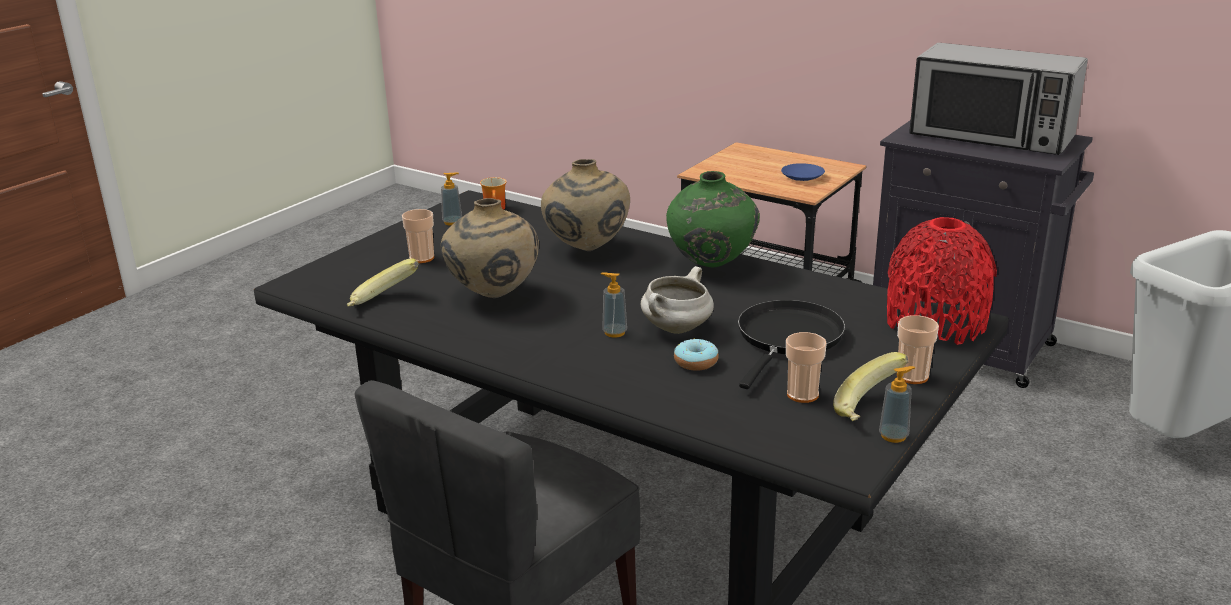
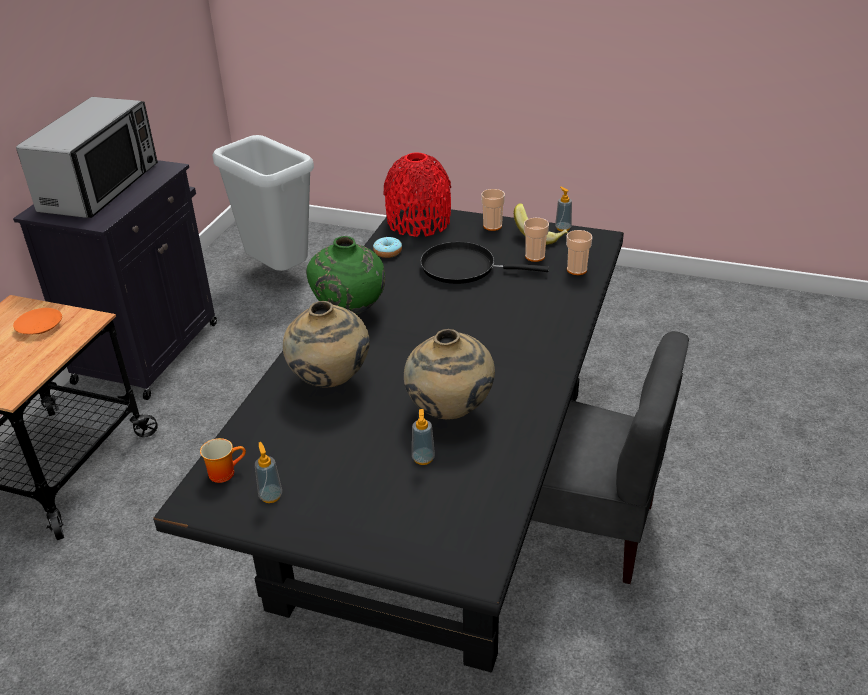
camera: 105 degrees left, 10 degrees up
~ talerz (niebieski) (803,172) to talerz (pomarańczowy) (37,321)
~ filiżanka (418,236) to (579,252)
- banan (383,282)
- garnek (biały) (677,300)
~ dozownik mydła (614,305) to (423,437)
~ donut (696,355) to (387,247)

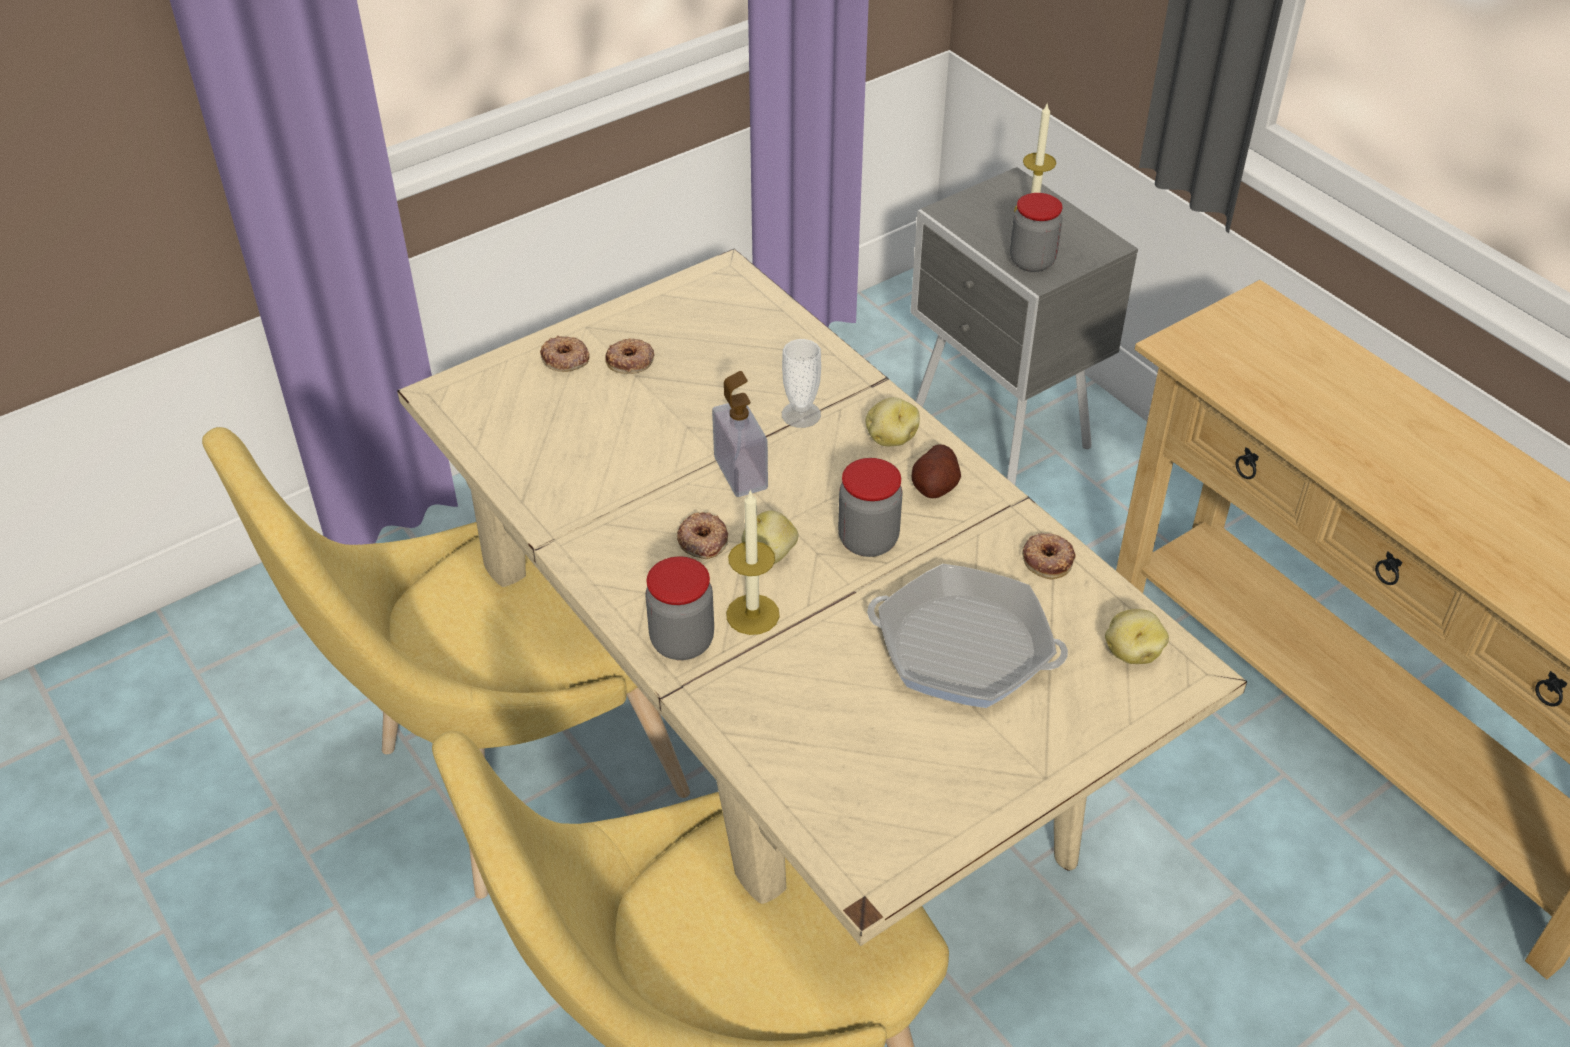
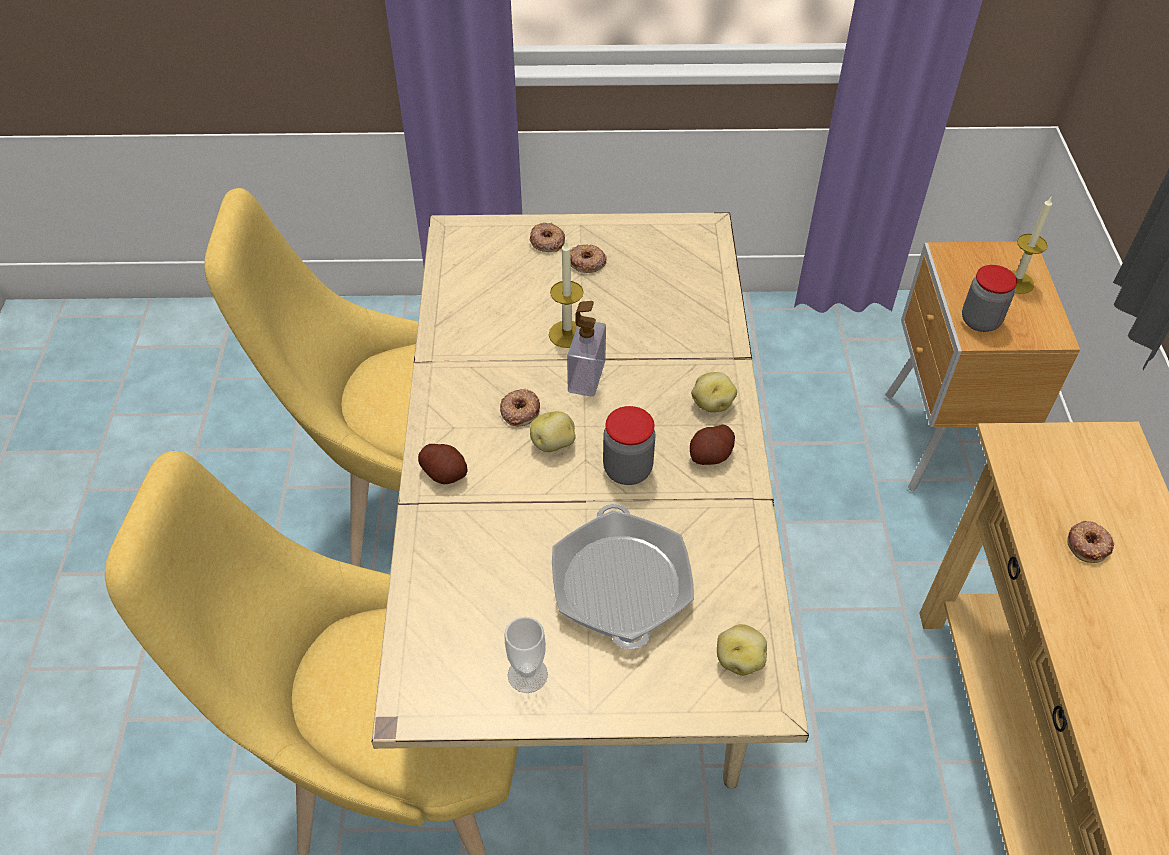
camera: 35 degrees right, 5 degrees up
~ szafka nocna (szary) (1024,326) to szafka nocna (brązowy) (982,366)
~ filiżanka (801,383) to (526,655)
~ świeca (753,562) to (566,295)
~ donut (1049,556) to (1091,541)
~ słoik (679,608) to ziemniak (442,464)
~ patelnia (967,636) = (623,576) 150 degrees counterclockwise

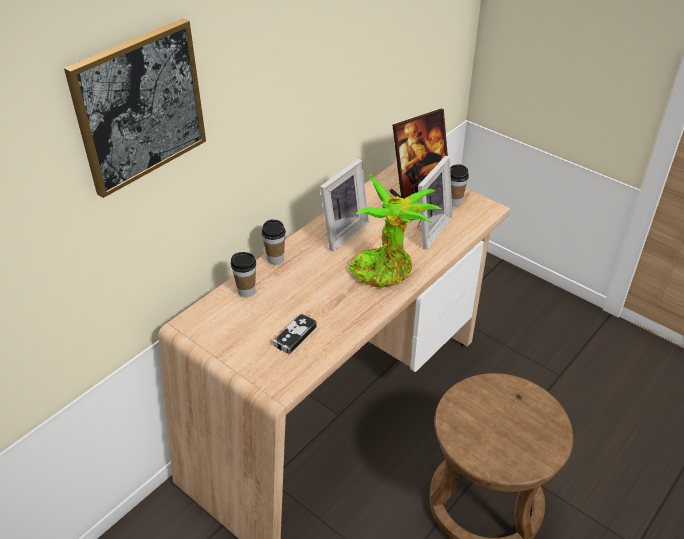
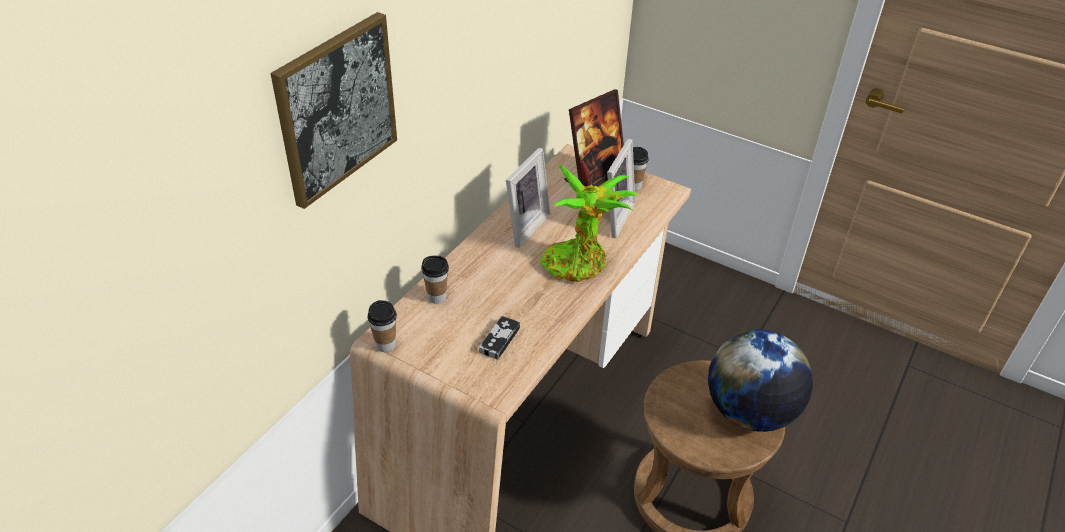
camera: 10 degrees left, 0 degrees up
~ filiżanka (274,241) to (382,326)
+ globus (760,380)

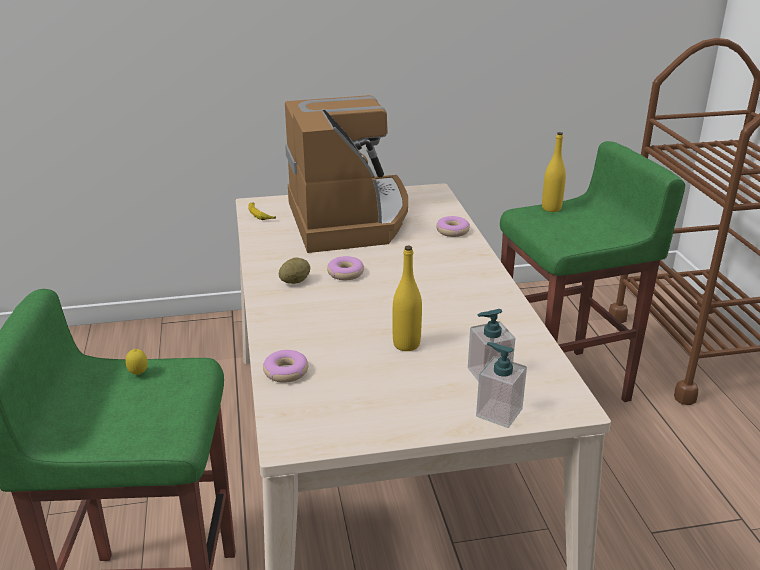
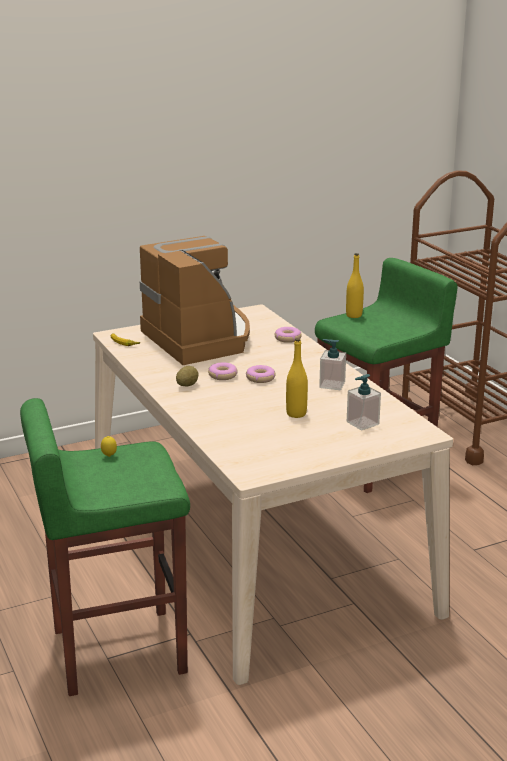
camera: 15 degrees left, 5 degrees down
~ dozownik mydła (501,385) to (332,364)
~ donut (285,366) to (261,374)

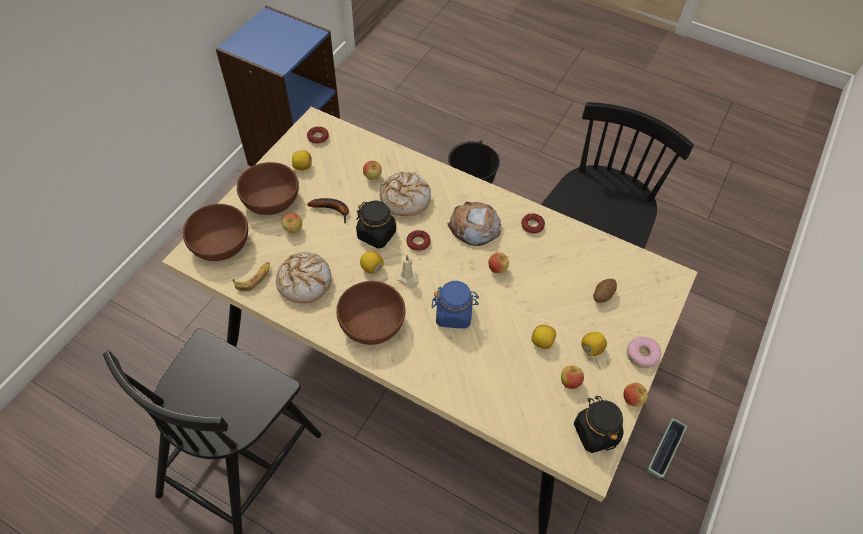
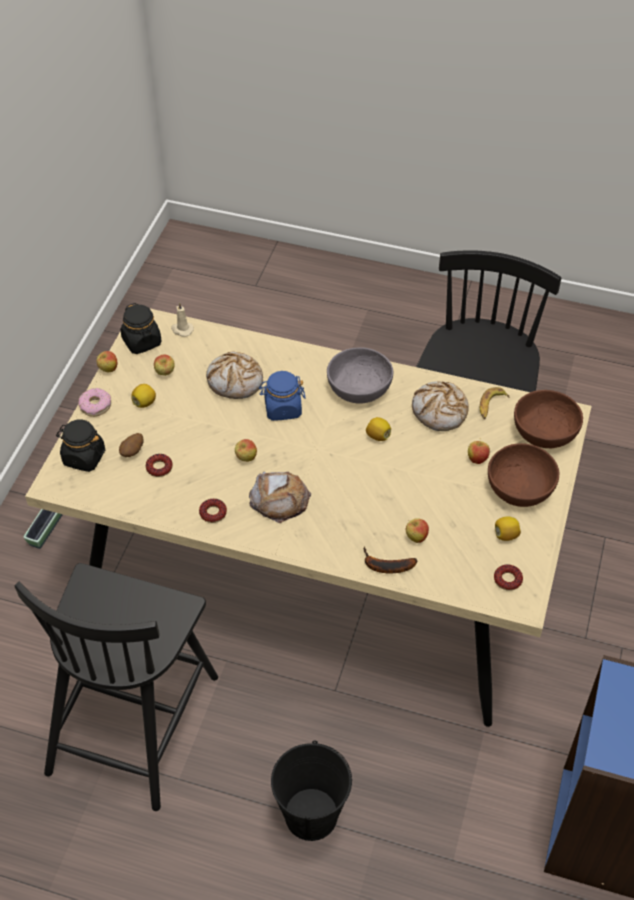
camera: 170 degrees right, 5 degrees down
~ chleb (405,194) to (234,375)
~ banan (328,210) to (390,560)
~ słoik (czarny) (376,225) to (80,445)
~ donut (419,240) to (159,465)
~ świeca (beżowy) (407,270) to (182,319)
~ miska (brązowy) (371,313) to miska (szary) (360,375)
- cytryna (543,337)

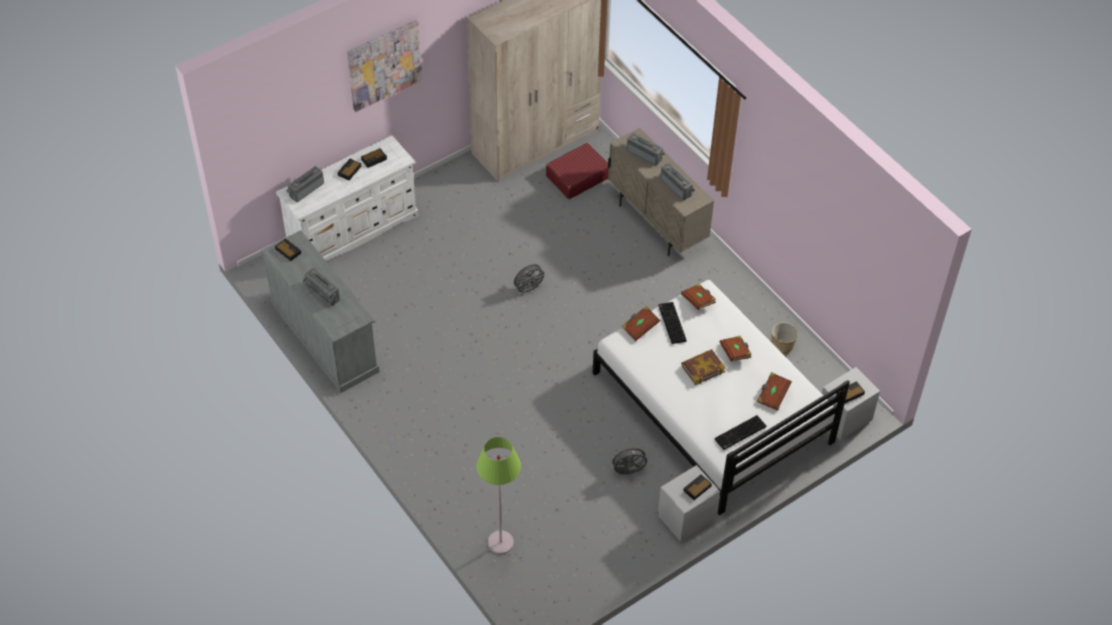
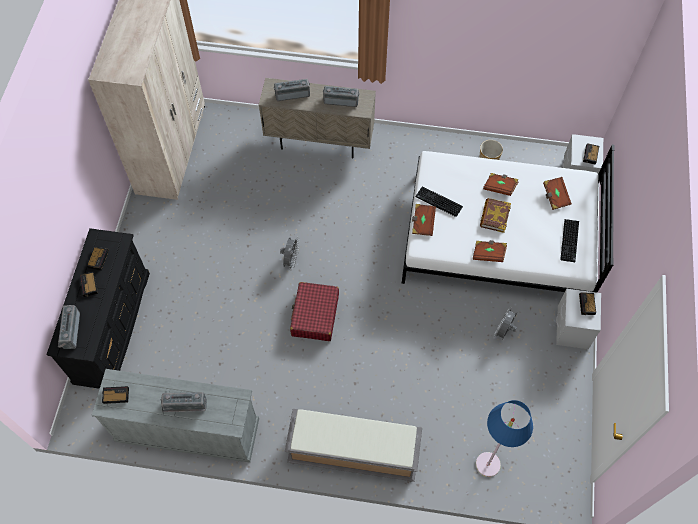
camera: 45 degrees left, 10 degrees up
- obraz (384,66)
~ komoda (biały) (347,198) to komoda (czarny) (98,308)
~ walizka (czerwony) (577,171) to (314,311)
~ książka (brązowy) (698,297) to (490,251)
~ lampa stojąca (zielony) (498,495) to lampa stojąca (niebieski) (504,438)
+ ławka (szary) (353,445)

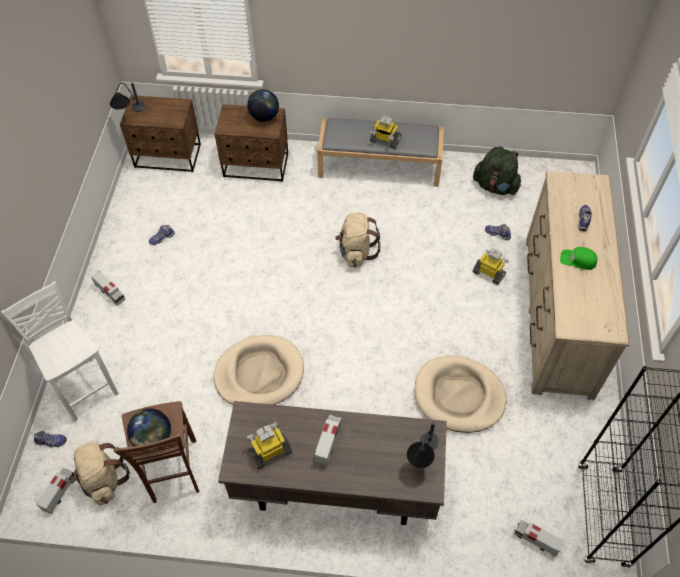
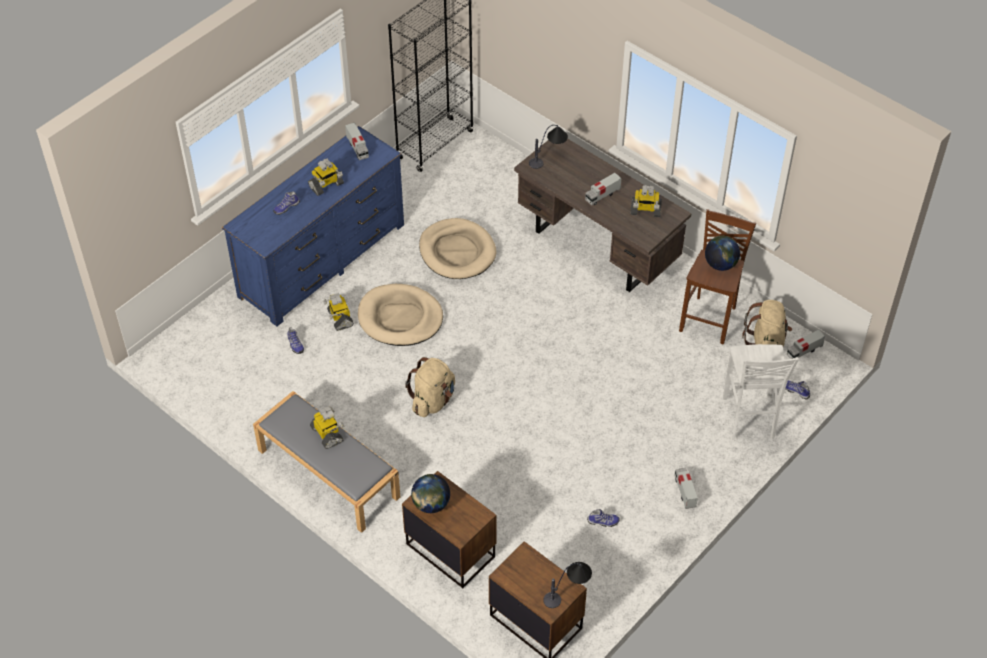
camera: 145 degrees left, 5 degrees down
- plecak (zielony) (497,170)
~ komoda (beżowy) (577,285) to komoda (niebieski) (313,226)
~ czapka z daszkiem (zielony) (579,258) to robot zabawkowy (326,177)
~ legowisko (beżowy) (259,370) to (400,315)
~ ciężarówka zabawkowa (539,538) to (357,141)

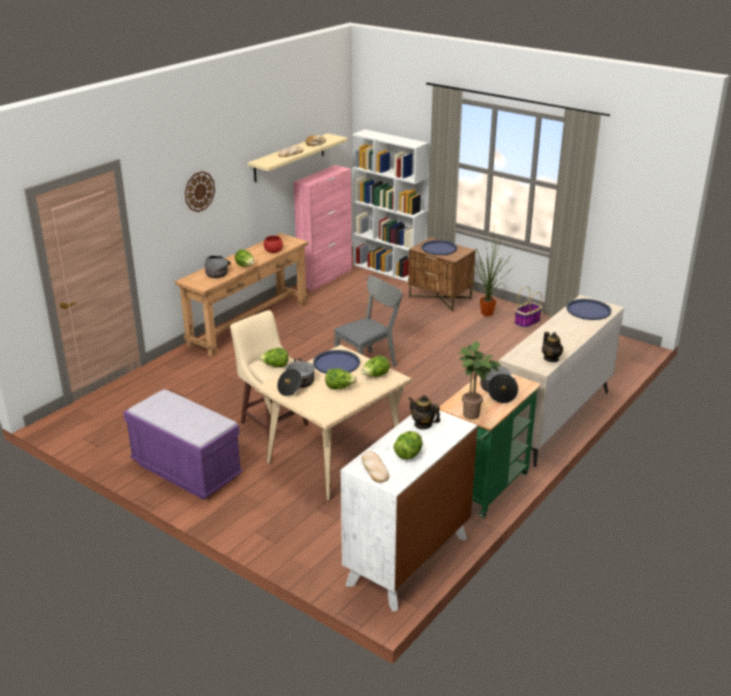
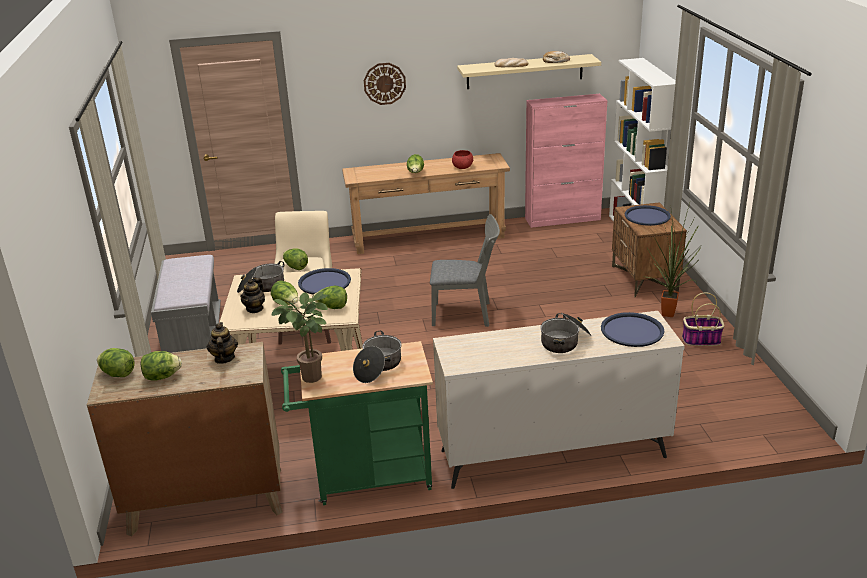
camera: 45 degrees right, 0 degrees up
~ garnek (217,267) to (565,333)
~ imbryk (552,347) to (252,295)
~ ławka (fioletowy) (183,444) to ławka (szary) (186,304)
~ komoda (biały) (409,511) to komoda (brązowy) (185,439)
~ chleb (375,467) to sałata (116,362)

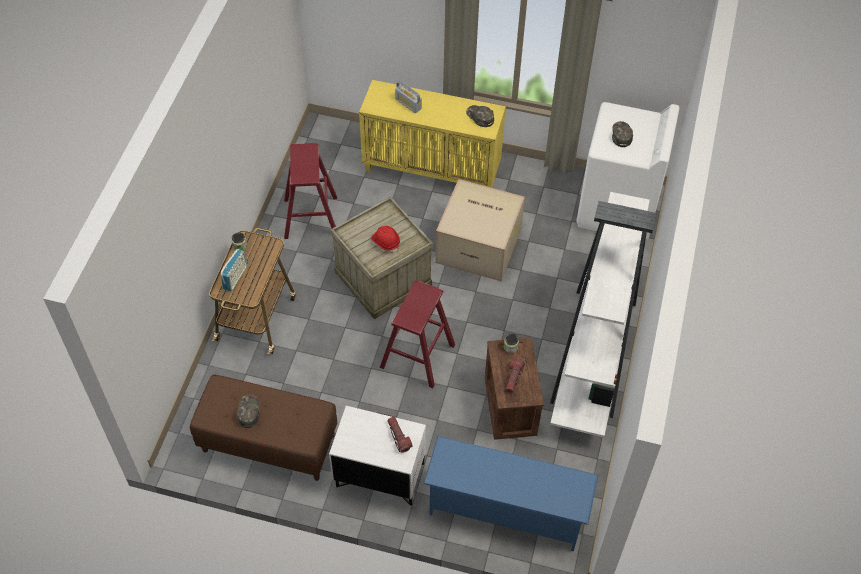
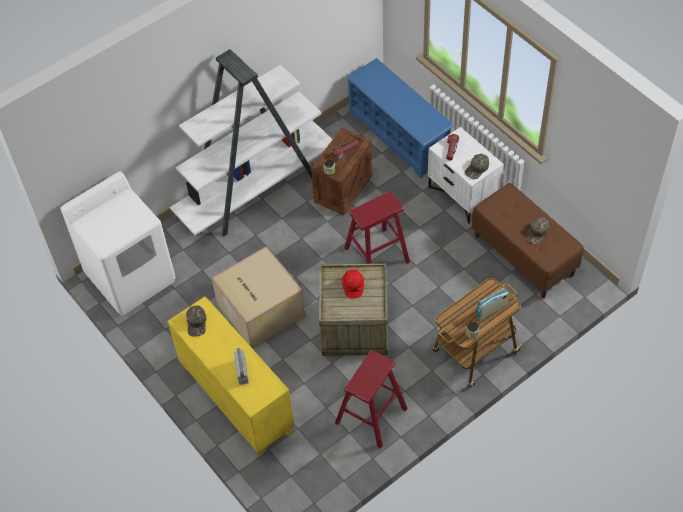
camera: 140 degrees left, 0 degrees up
~ czapka z daszkiem (zielony) (622,134) to (477,166)

